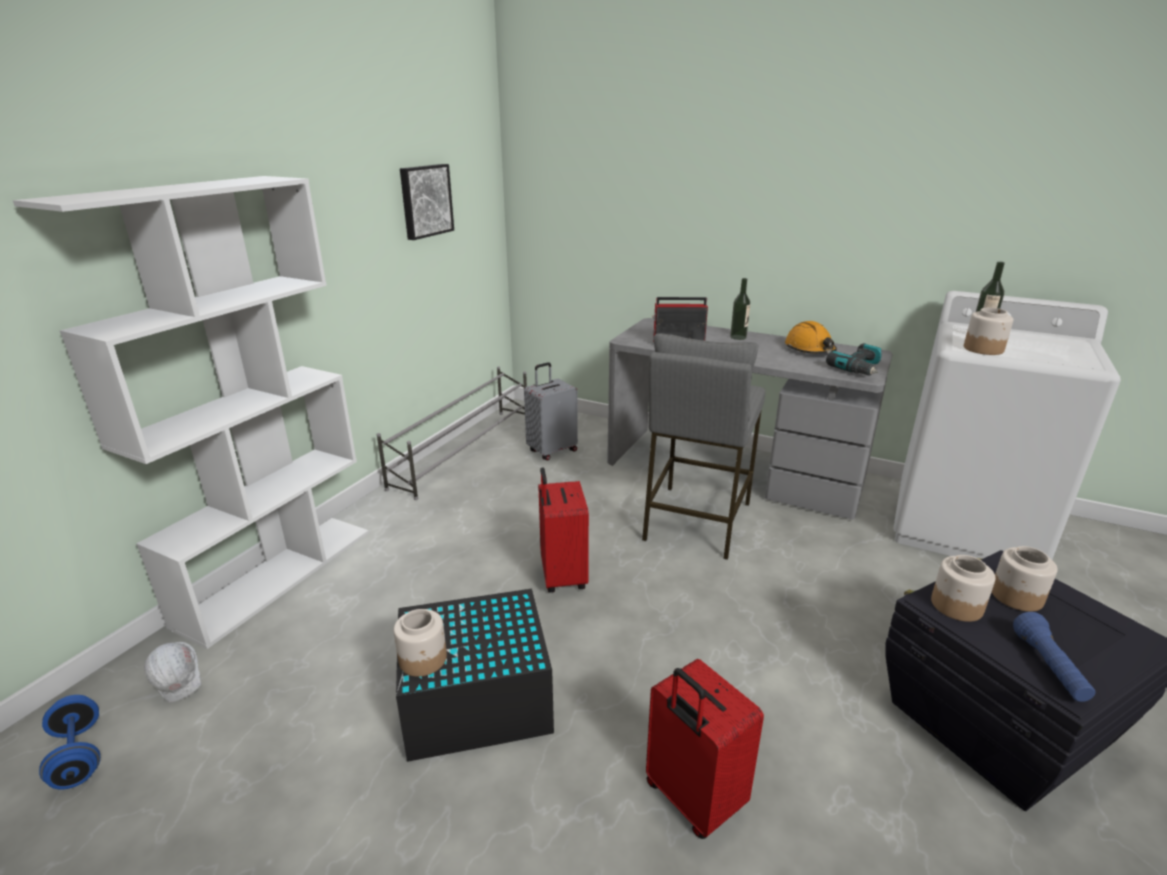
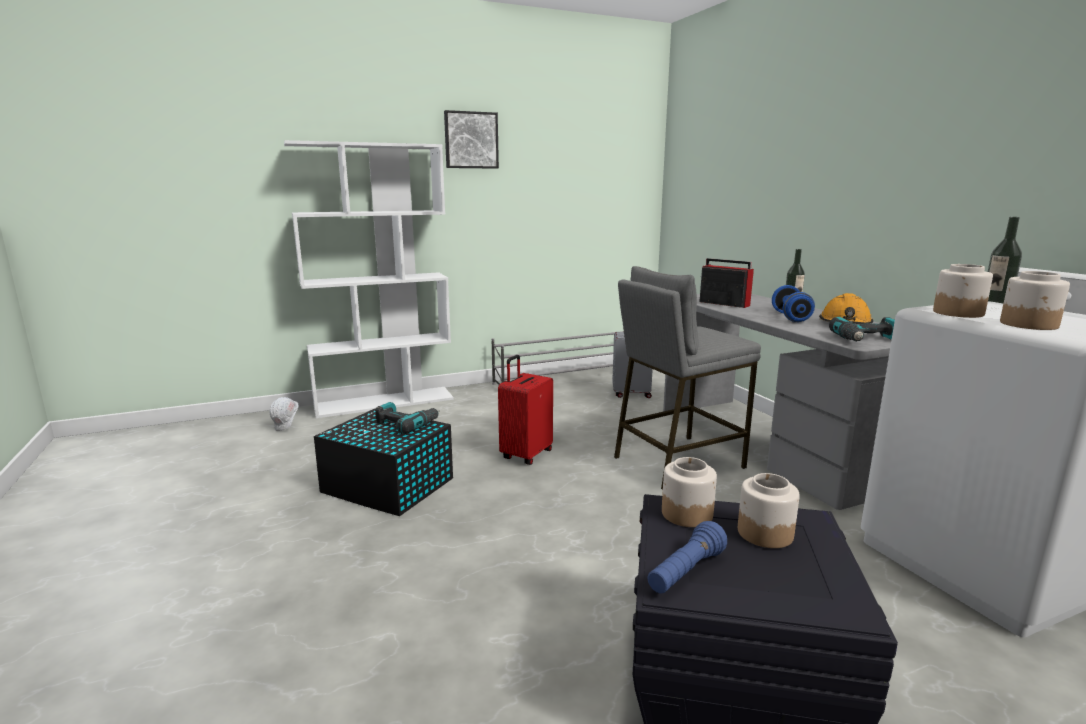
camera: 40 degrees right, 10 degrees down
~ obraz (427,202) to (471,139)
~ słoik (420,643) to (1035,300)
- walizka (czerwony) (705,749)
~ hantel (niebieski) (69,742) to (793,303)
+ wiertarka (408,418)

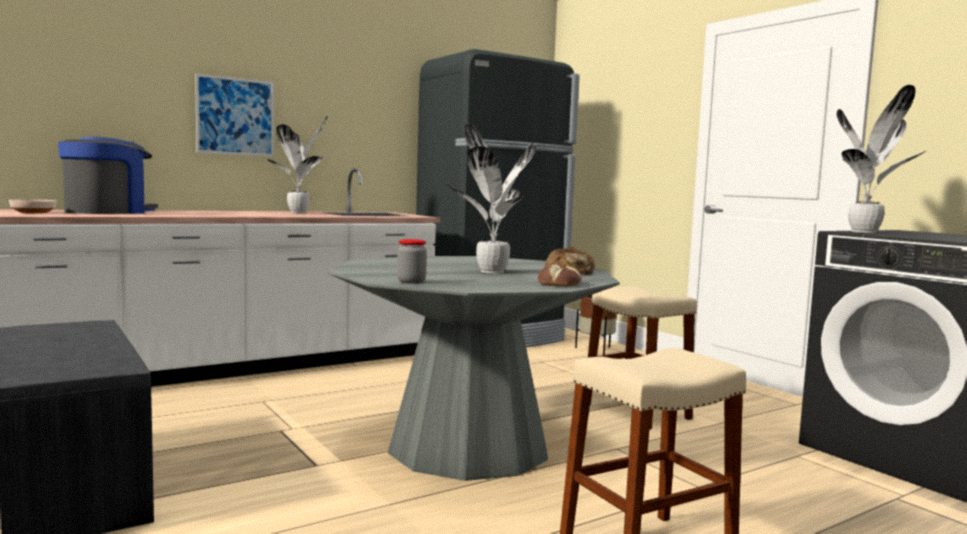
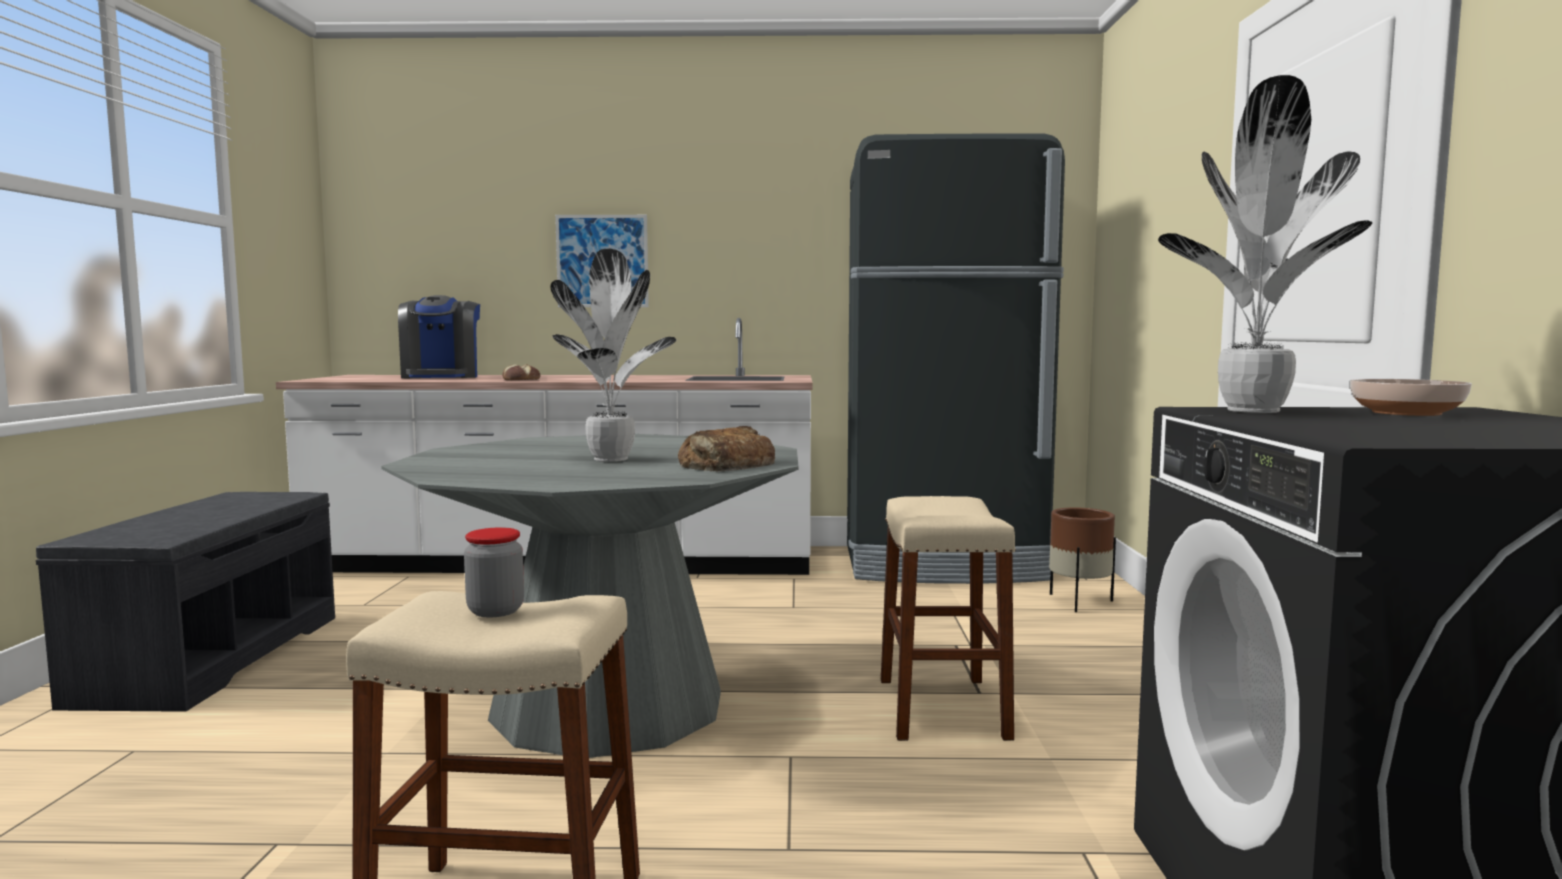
camera: 35 degrees right, 0 degrees up
- roślina doniczkowa (297,164)
~ ekspres do kawy (108,175) = (439,336) 105 degrees clockwise
~ miska (32,206) to (1411,397)
~ słoik (412,261) to (494,572)
~ chleb (560,275) to (521,372)

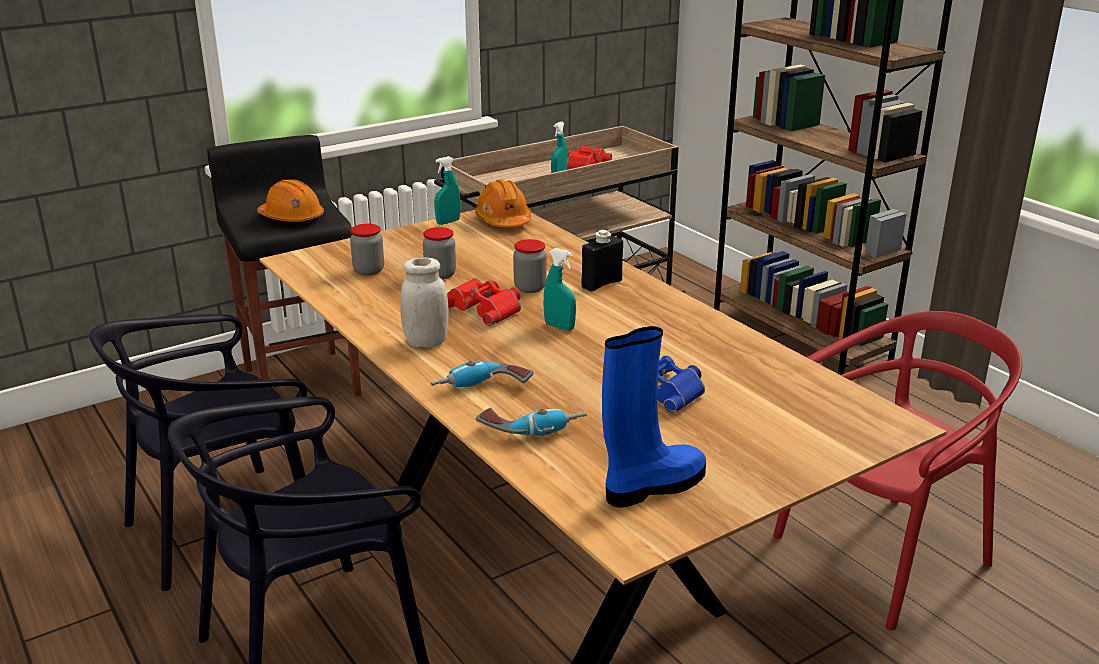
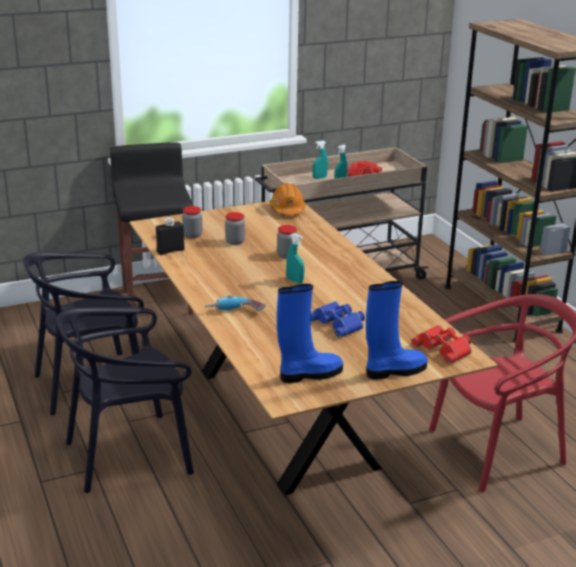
camera: 10 degrees right, 0 degrees up
~ spryskiwacz (turkusowy) (447,190) to (320,160)
- kask (pomarańczowy) (290,202)
~ butelka (czarny) (602,261) to (170,236)
- słoik (biały) (424,303)
~ lornetka (czerwony) (484,302) to (441,344)
- wiertarka (531,422)
+ but z cholewką (niebieski) (397,330)

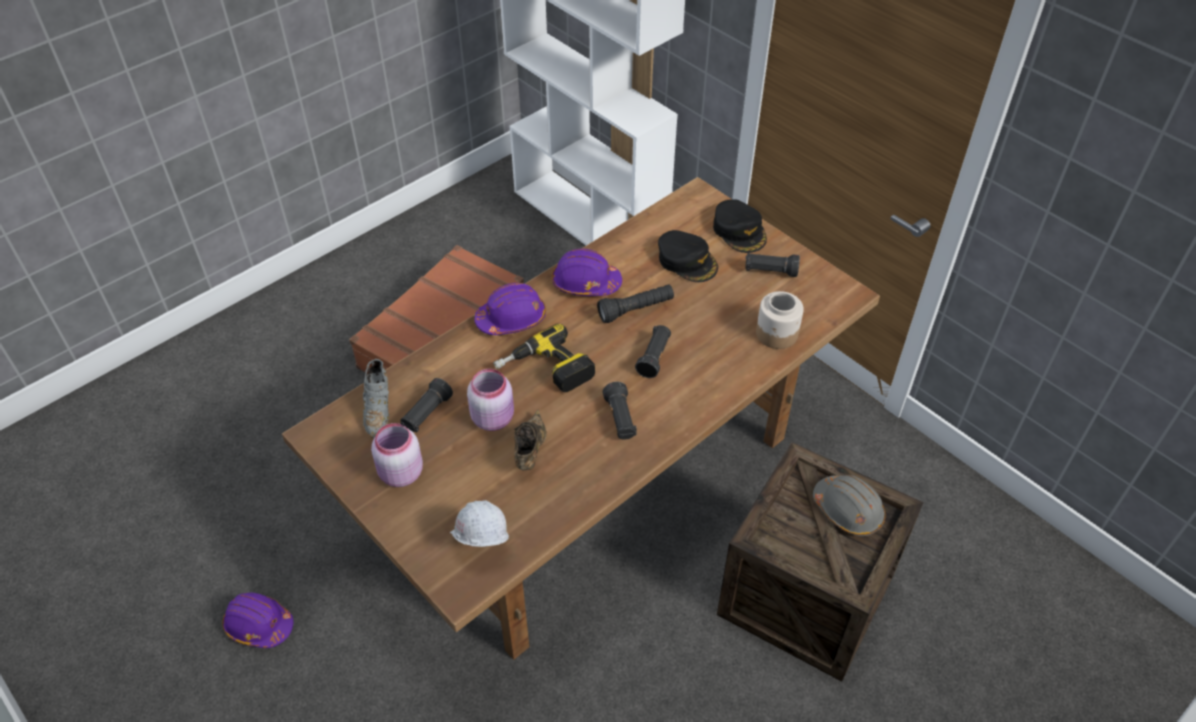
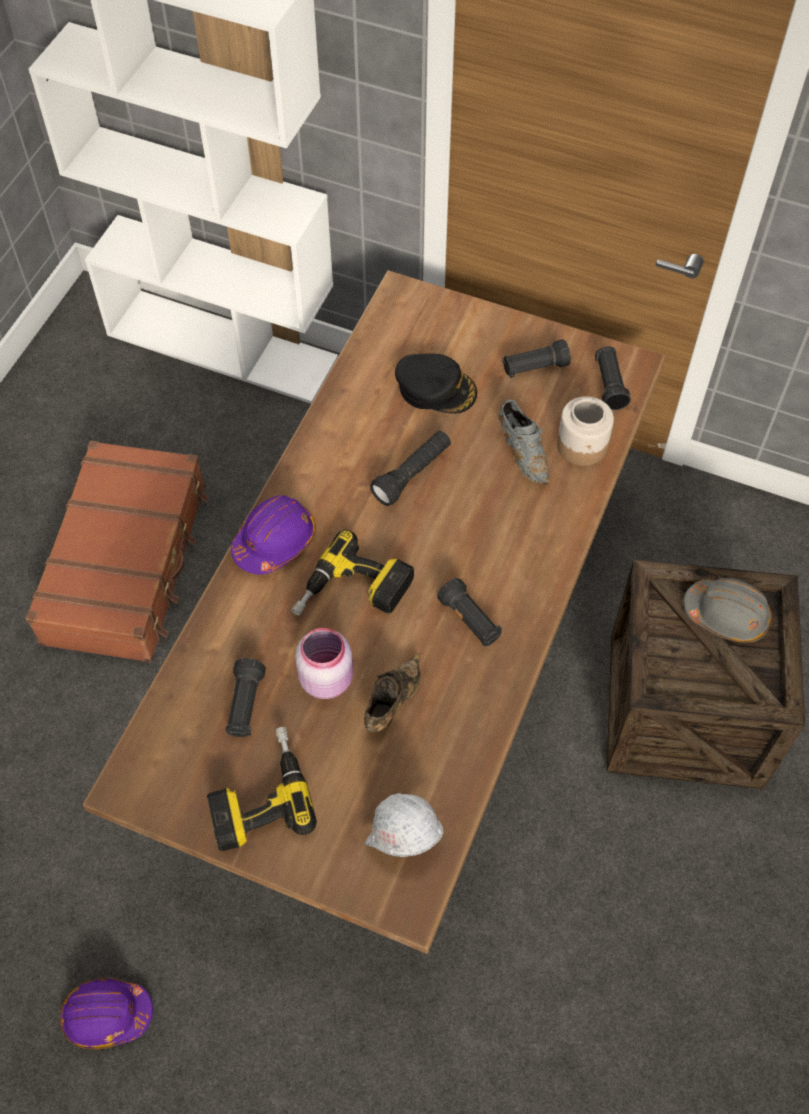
camera: 25 degrees left, 10 degrees up
- czapka z daszkiem (czarny) (740,226)
- kask (fioletowy) (587,272)
~ latarka (czarny) (653,351) to (613,378)
~ but (szary) (376,398) to (524,442)
~ but (brązowy) (530,439) = (392,692) 45 degrees clockwise
~ słoik (różowy) (397,455) to wiertarka (262,789)

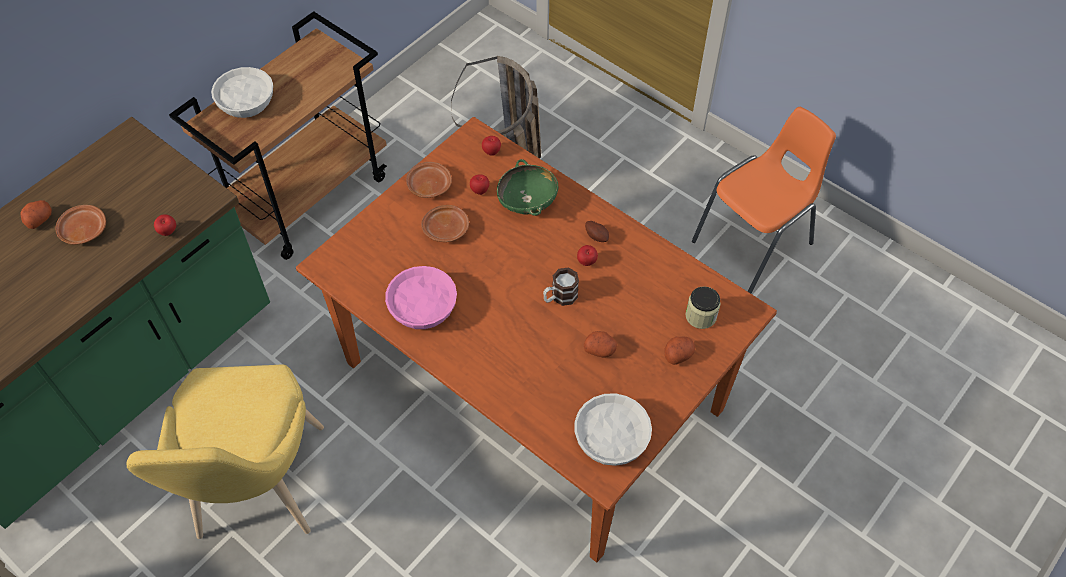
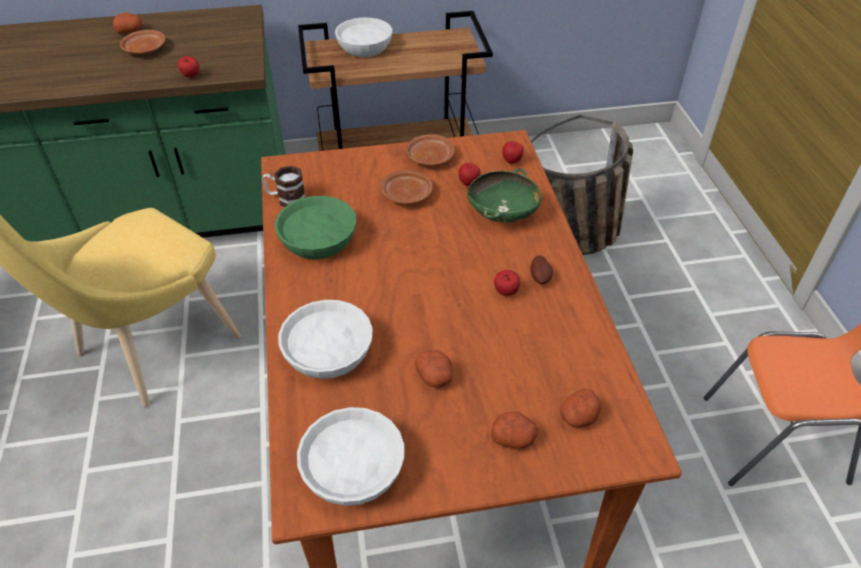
camera: 40 degrees right, 10 degrees down
~ miska (różowy) (421,297) to miska (zielony) (315,227)
~ kubek (561,286) to (284,186)
~ słoik (702,307) to ziemniak (580,408)
+ miska (biały) (325,339)

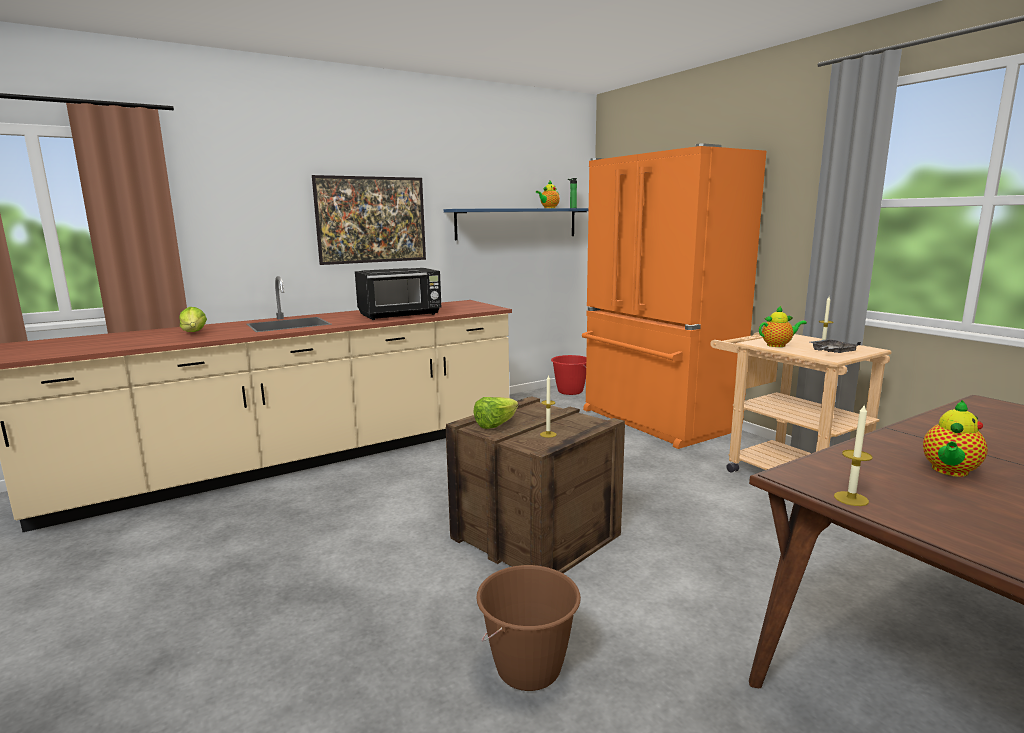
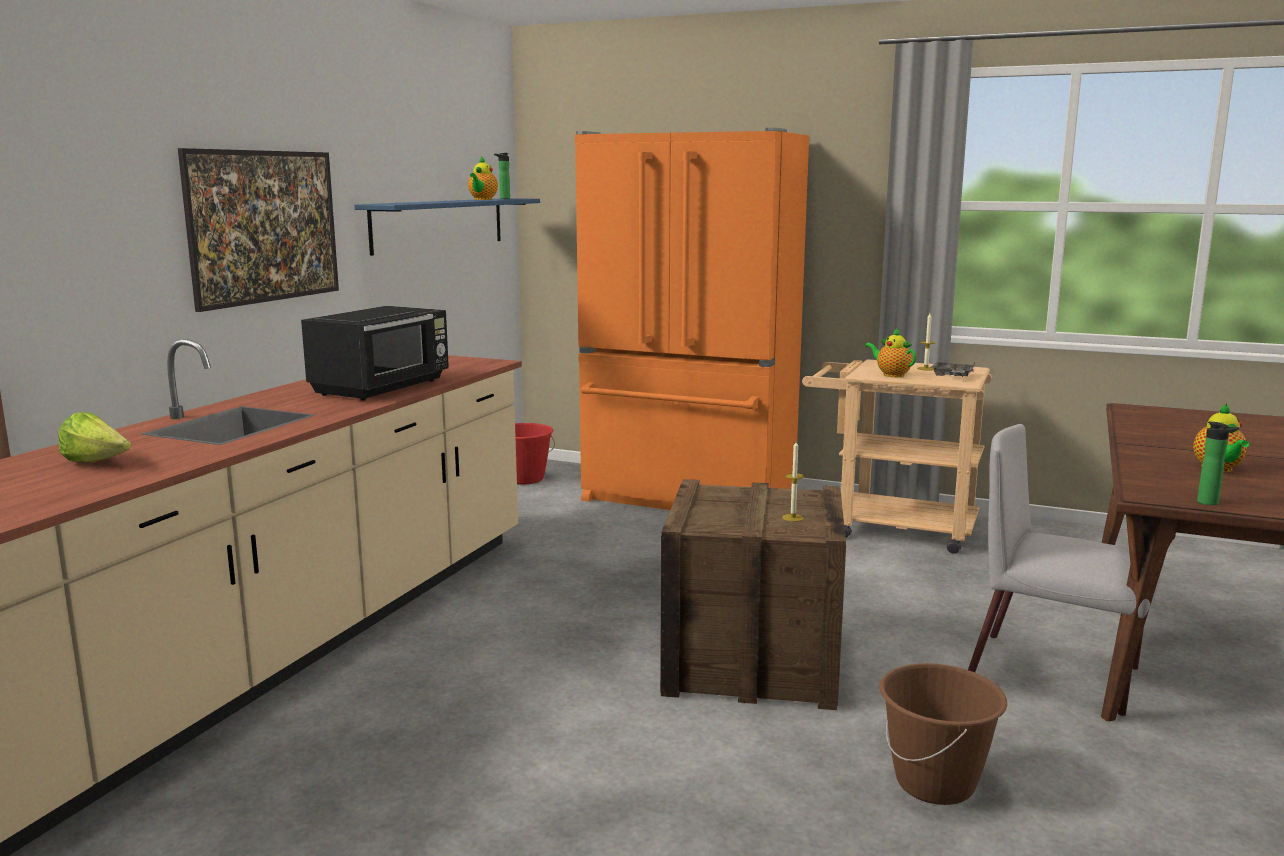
camera: 35 degrees left, 0 degrees up
~ imbryk (783,326) = (890,352) 90 degrees counterclockwise
- sałata (495,413)
~ świeca (853,454) to butelka (1218,463)
+ krzesło (szary) (1064,570)

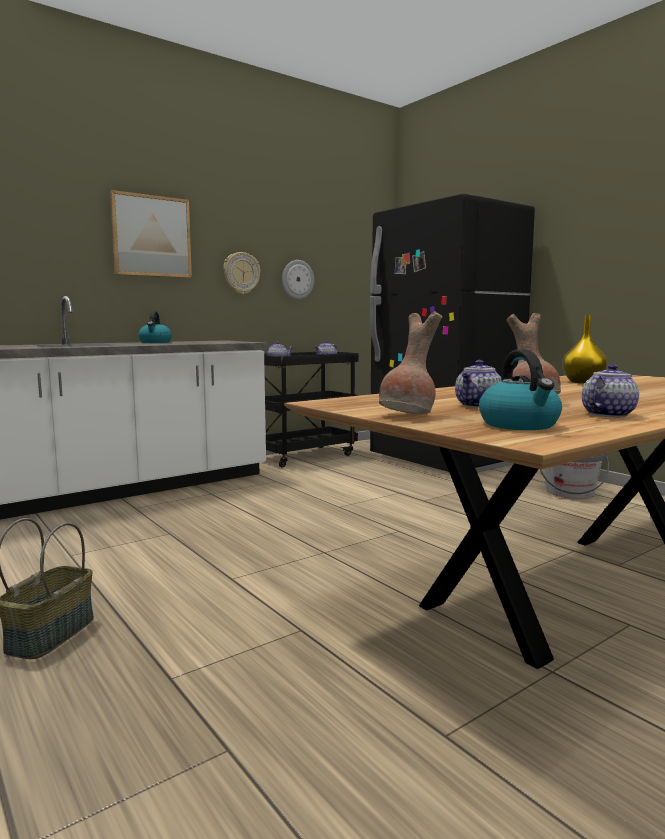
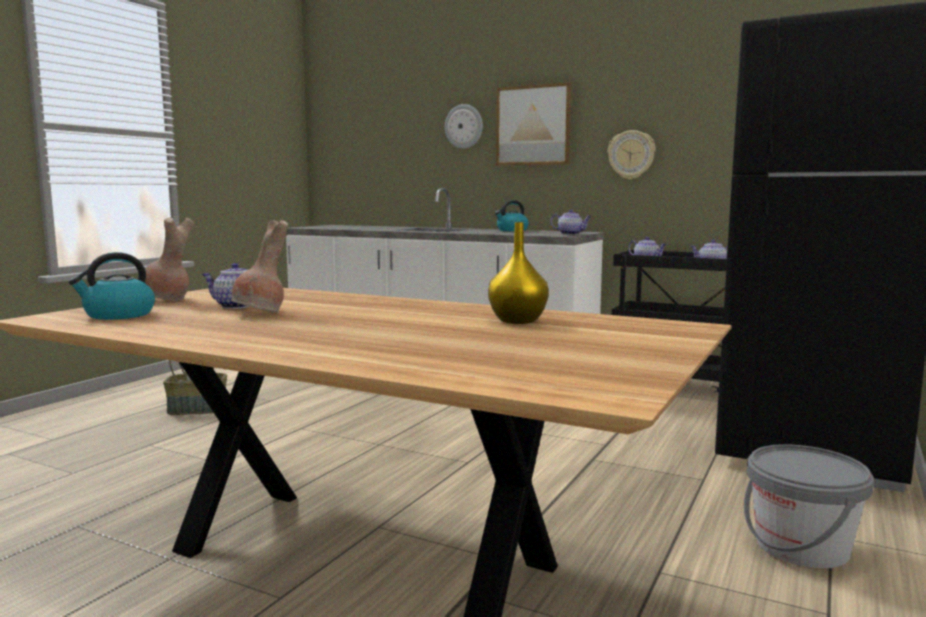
camera: 65 degrees right, 0 degrees up
~ zegar ścienny (298,279) to (464,126)
~ imbryk (610,390) to (570,222)

